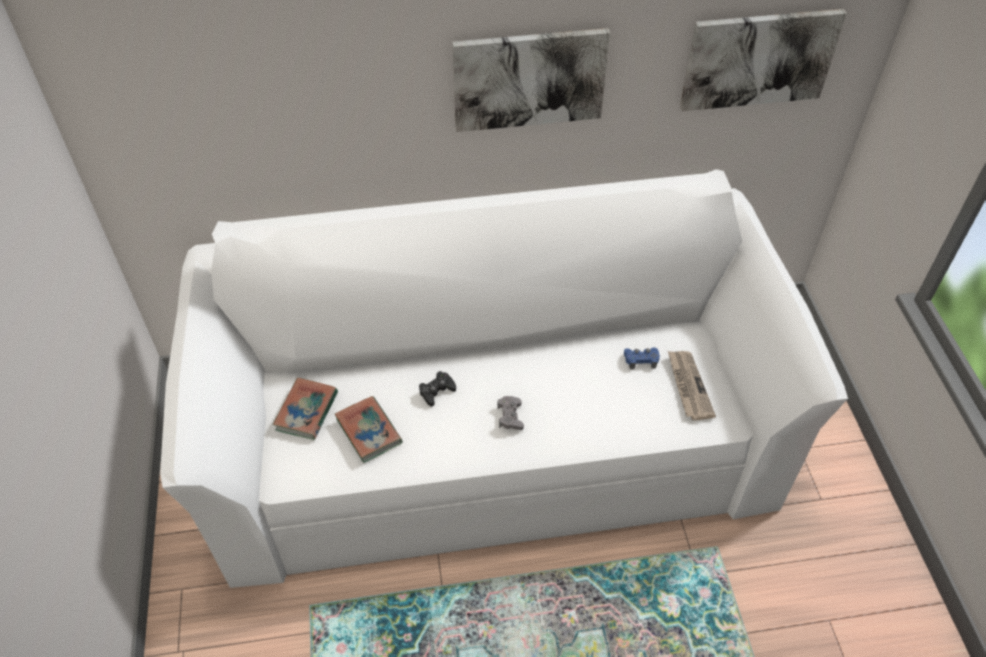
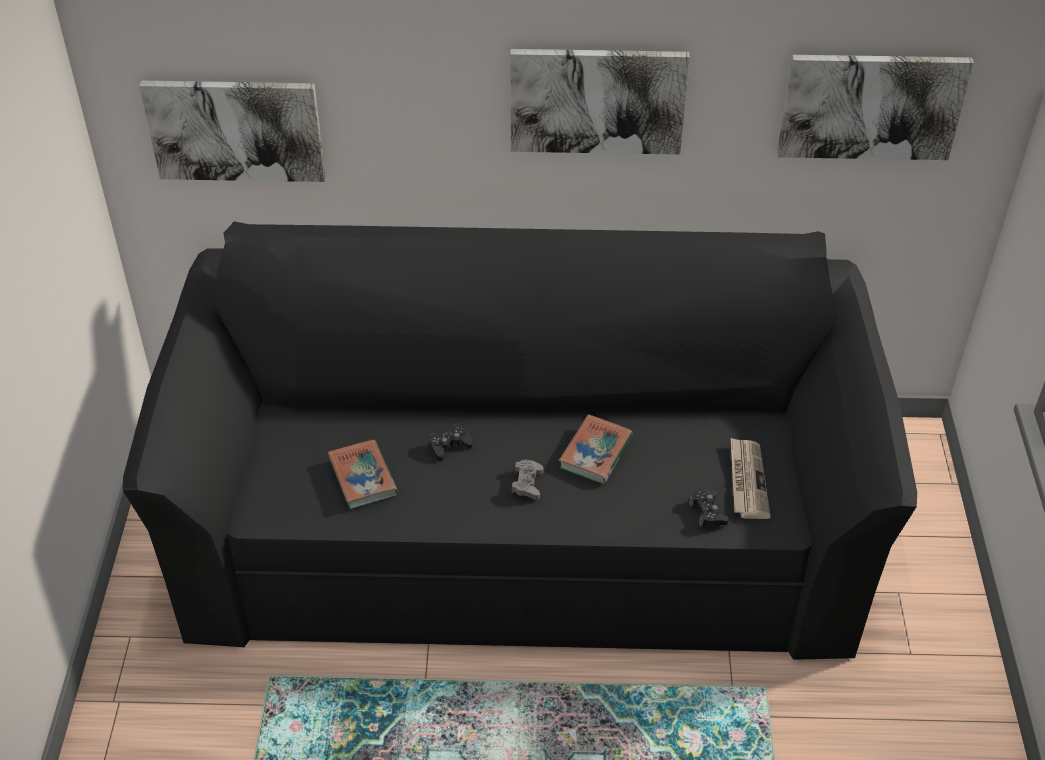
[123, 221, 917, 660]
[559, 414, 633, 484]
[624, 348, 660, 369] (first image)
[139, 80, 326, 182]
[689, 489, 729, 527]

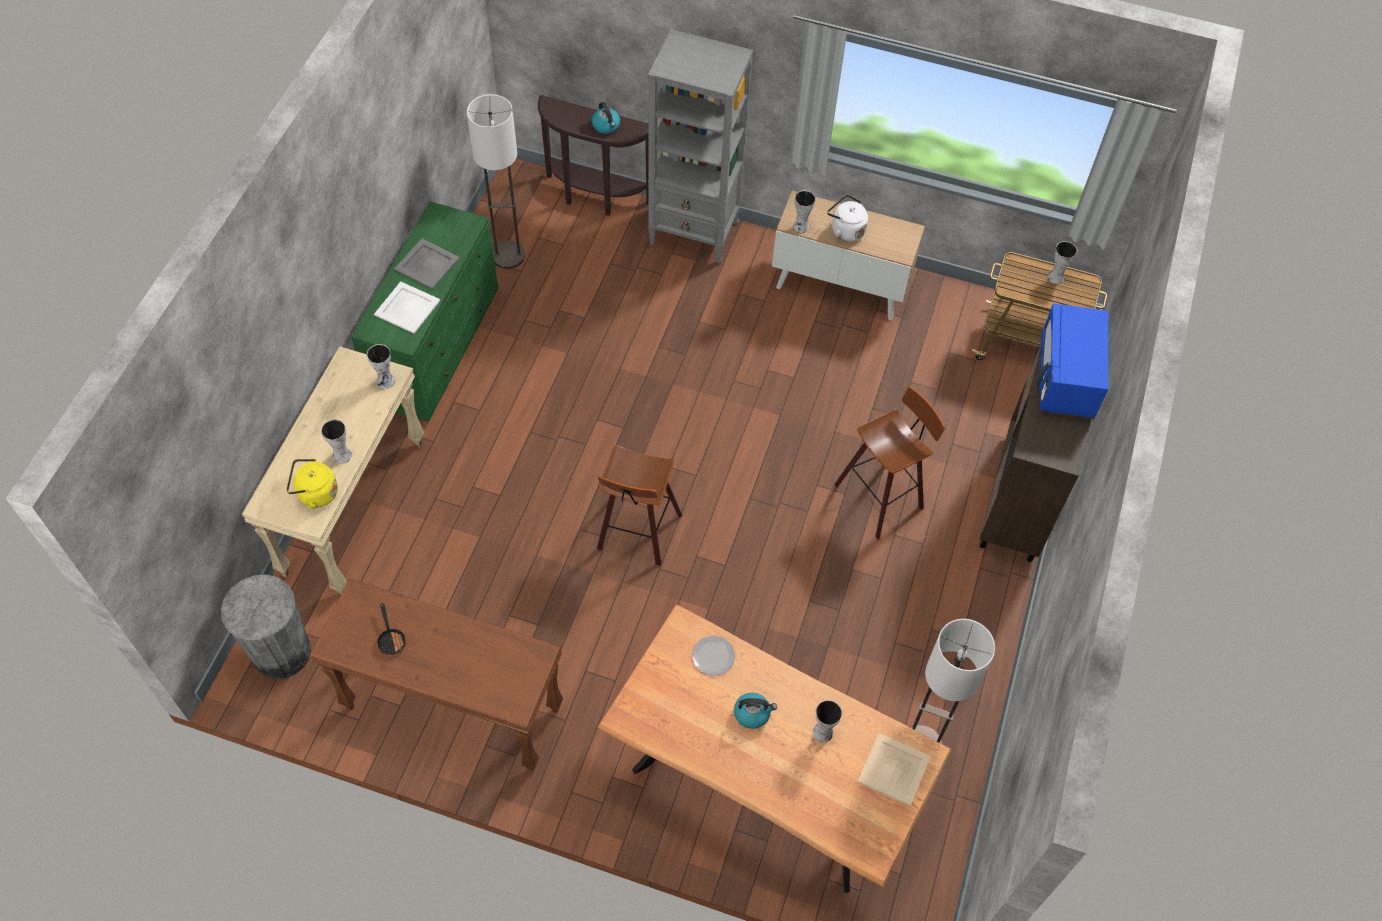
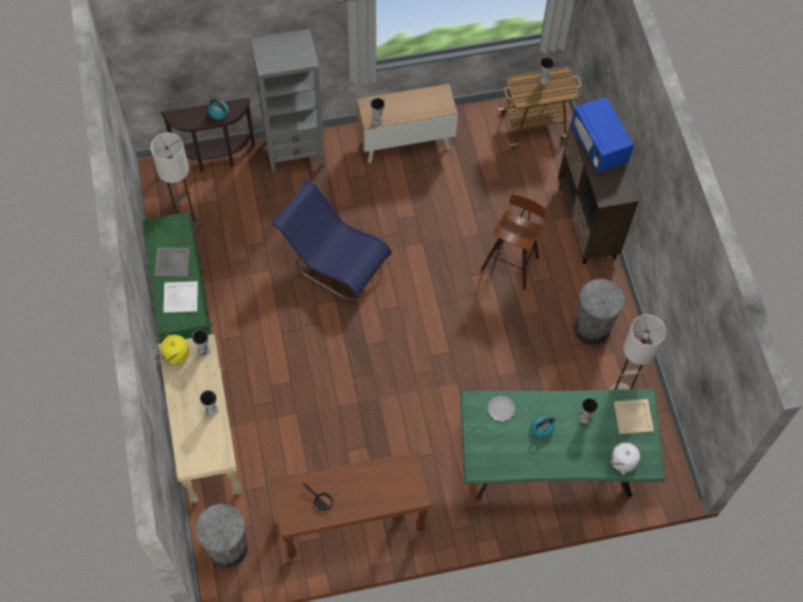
[155, 334, 189, 364]
[597, 445, 682, 566] (first image)
[460, 389, 665, 500]
[610, 439, 640, 475]
[271, 180, 392, 300]
[574, 279, 625, 345]

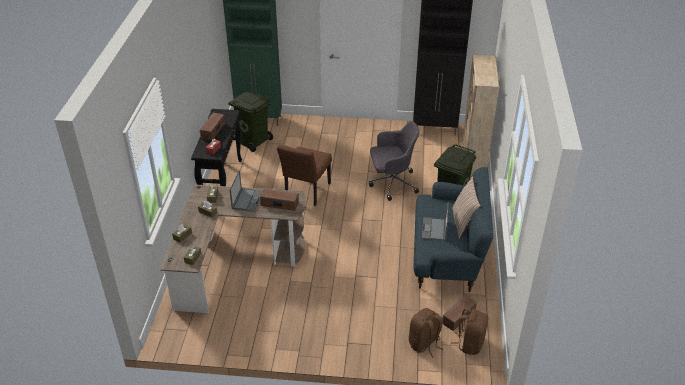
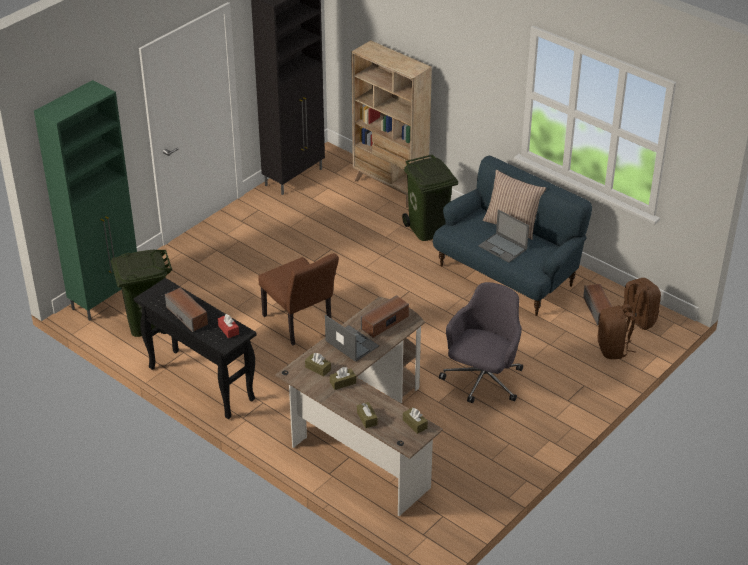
[439, 282, 523, 403]

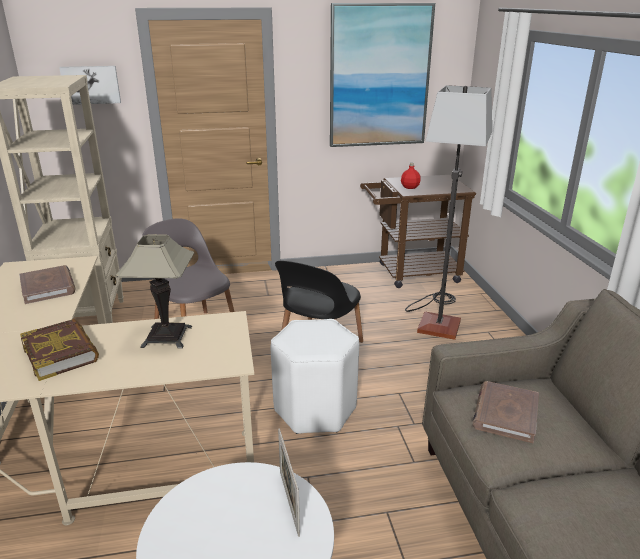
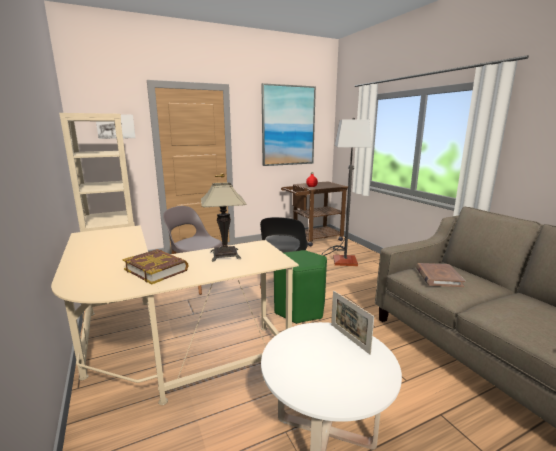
[19, 265, 75, 304] (first image)
[274, 250, 327, 324]

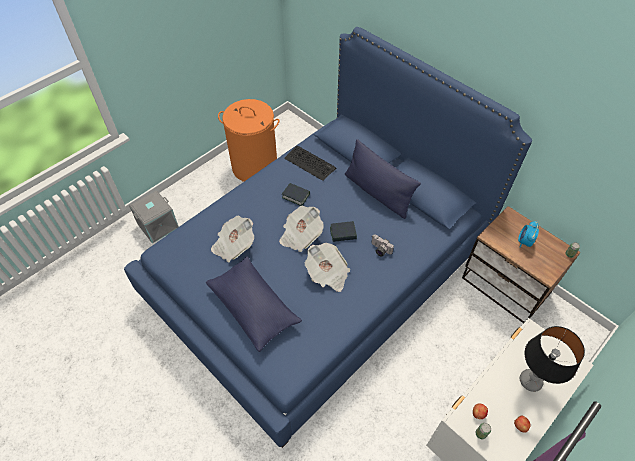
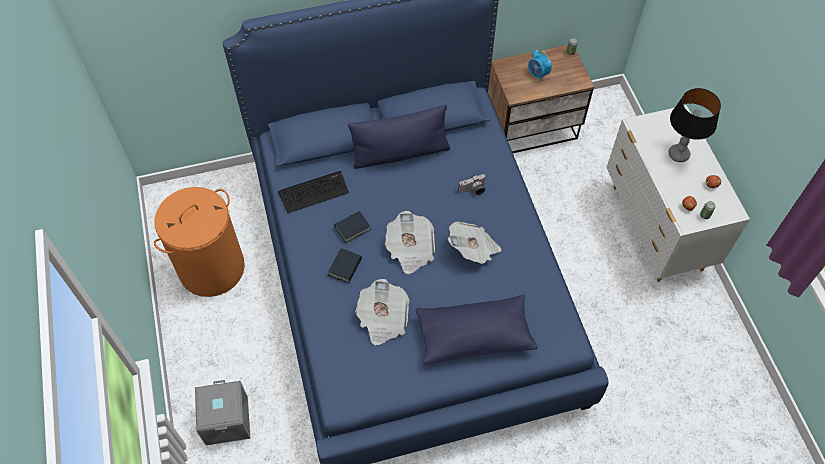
[328, 248, 362, 283]

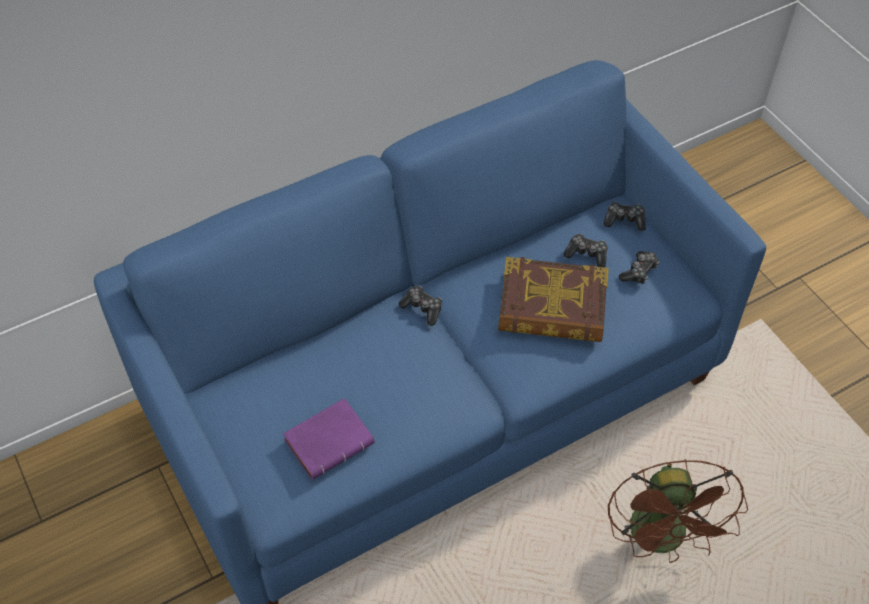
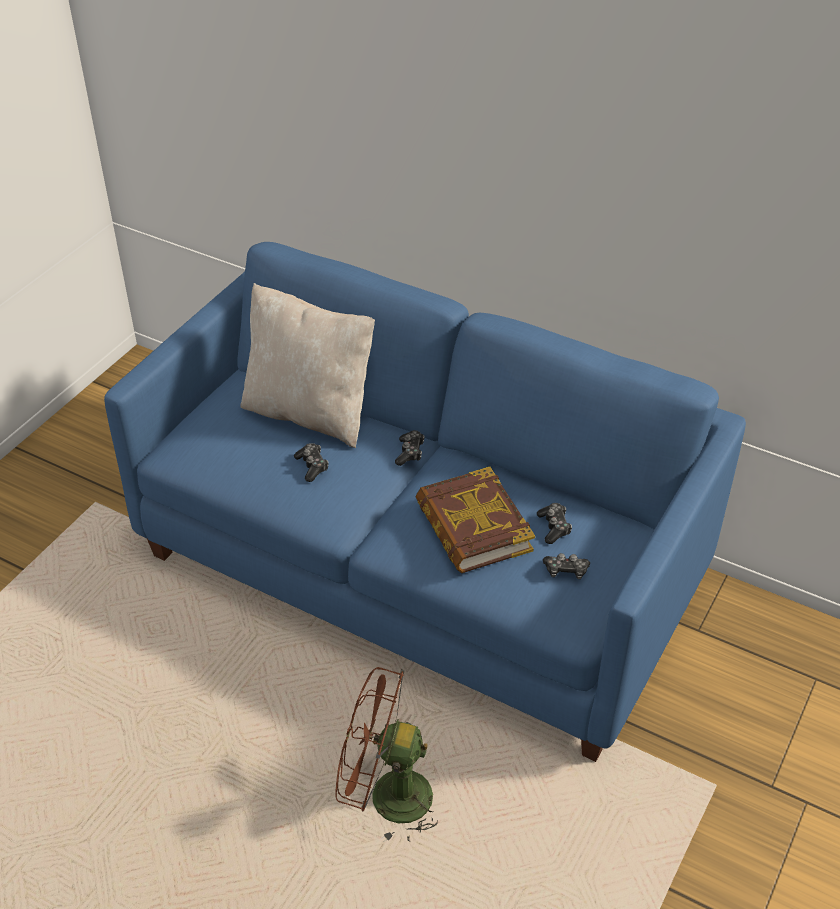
[283, 398, 374, 480] (first image)
[294, 443, 329, 482]
[336, 667, 438, 842]
[240, 283, 375, 448]

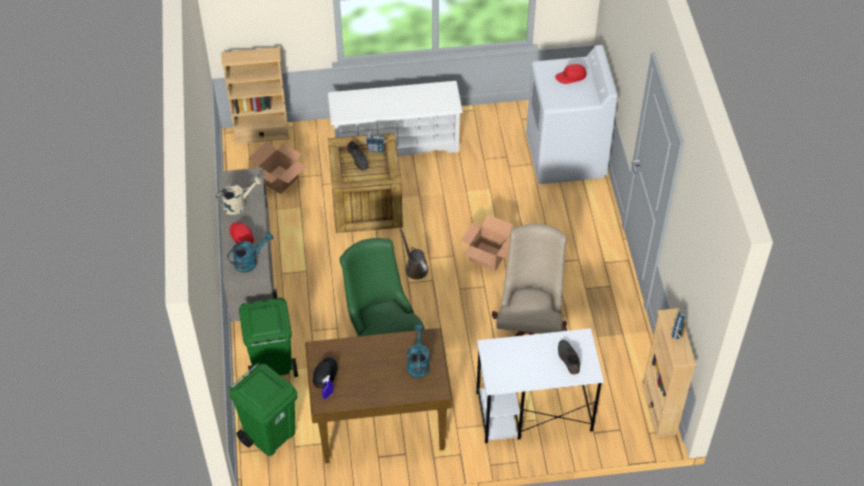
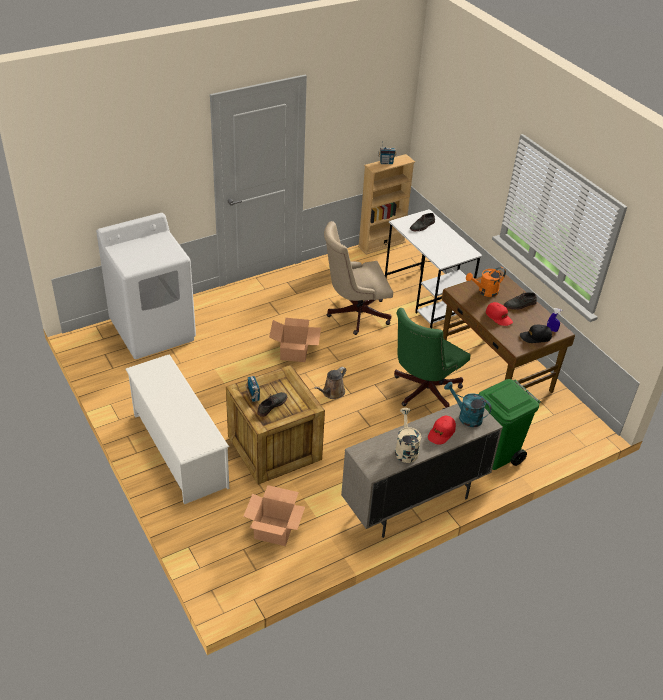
[395, 408, 421, 463]
[221, 47, 290, 144] (first image)
[228, 363, 297, 456] (first image)
[466, 267, 506, 297]
[486, 302, 513, 326]
[504, 292, 537, 310]

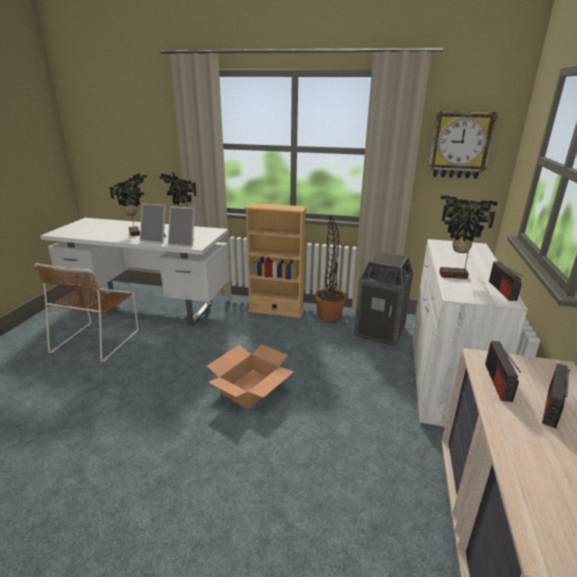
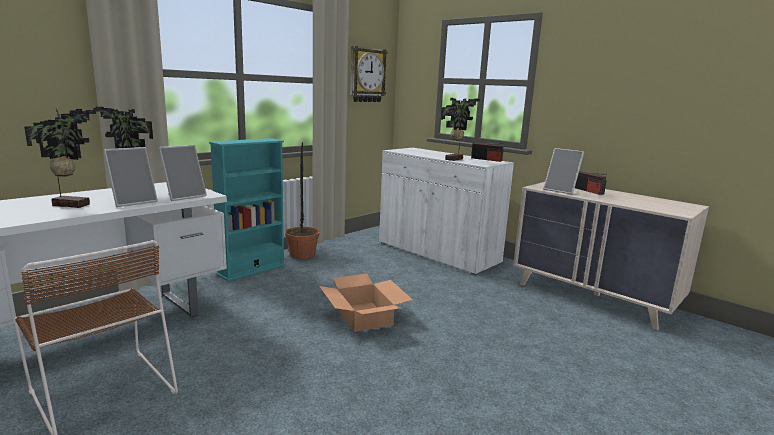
[209, 138, 286, 281]
[354, 251, 413, 346] (first image)
[543, 148, 584, 195]

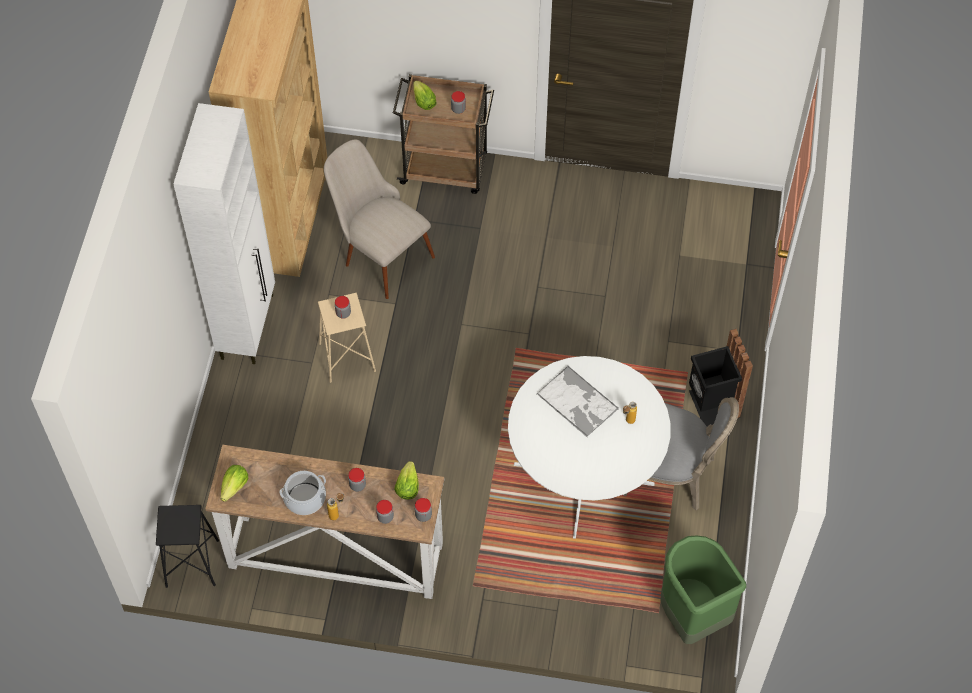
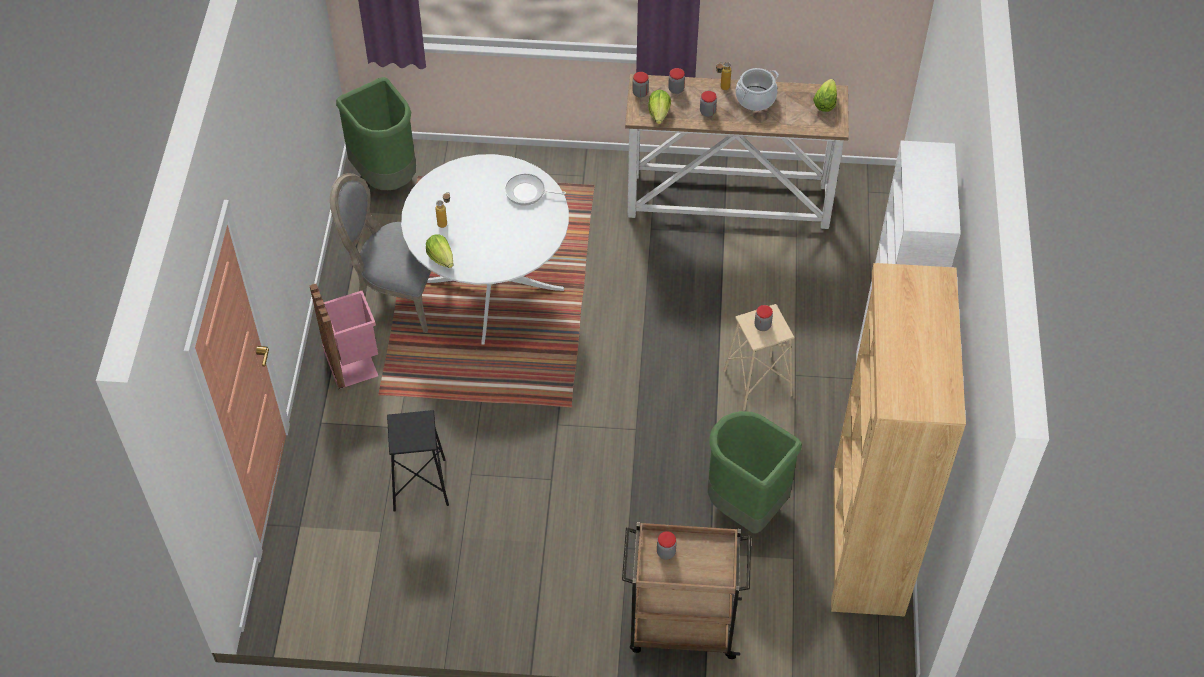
[387, 410, 449, 511]
[708, 411, 802, 534]
[426, 234, 453, 268]
[537, 366, 619, 437] (first image)
[309, 284, 378, 389]
[505, 173, 566, 206]

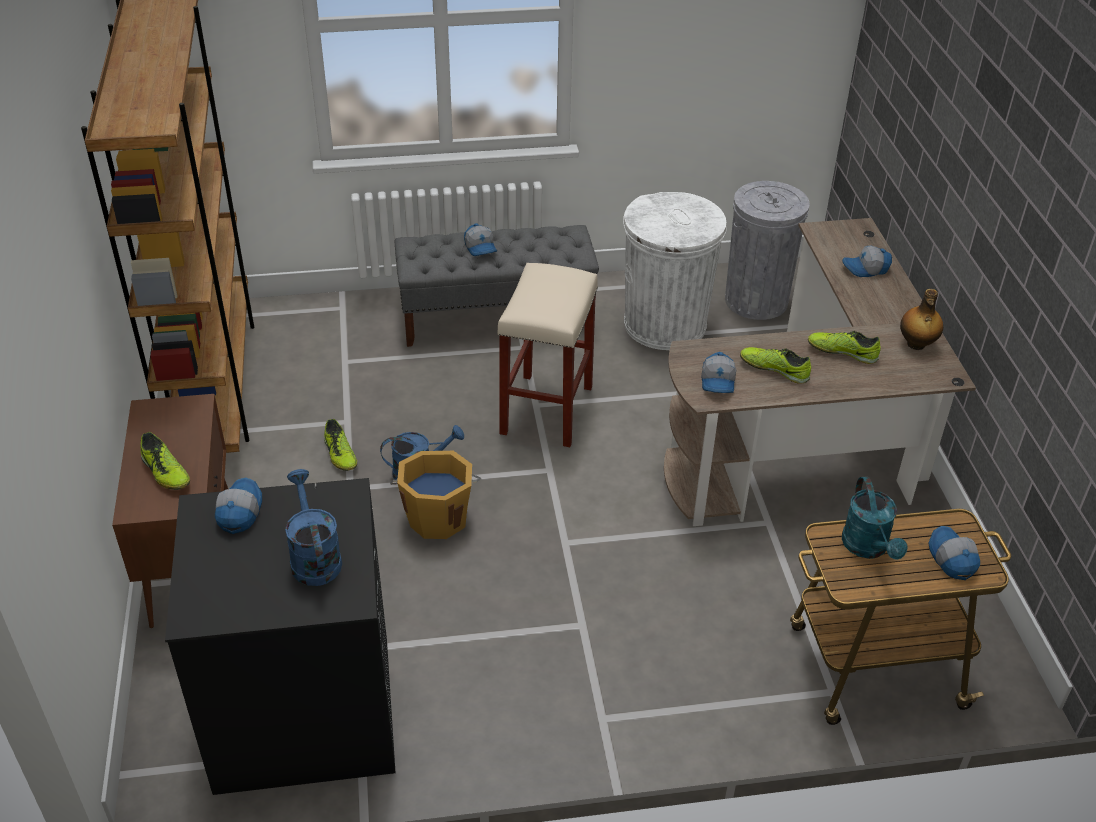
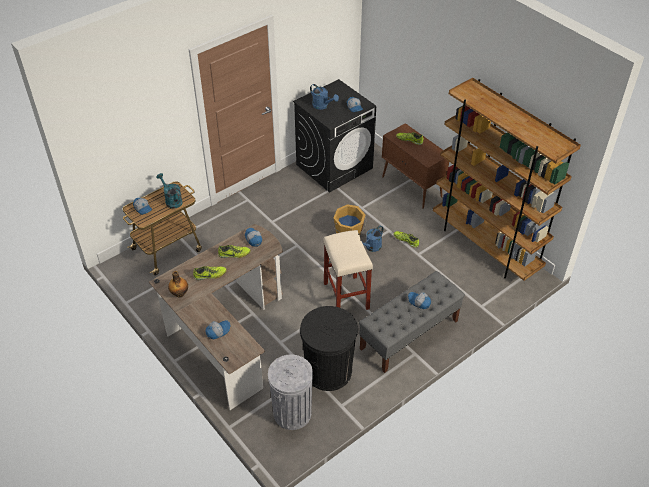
[300, 306, 358, 391]

